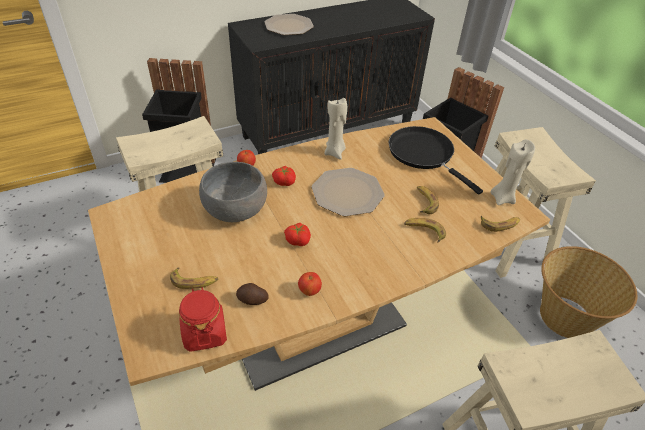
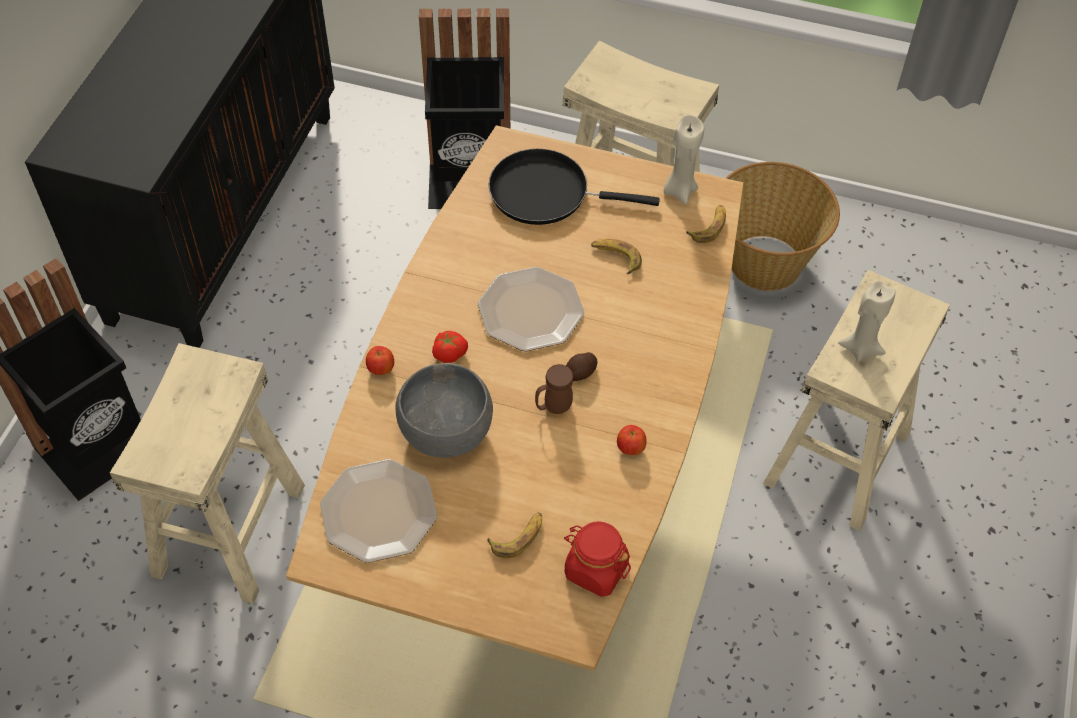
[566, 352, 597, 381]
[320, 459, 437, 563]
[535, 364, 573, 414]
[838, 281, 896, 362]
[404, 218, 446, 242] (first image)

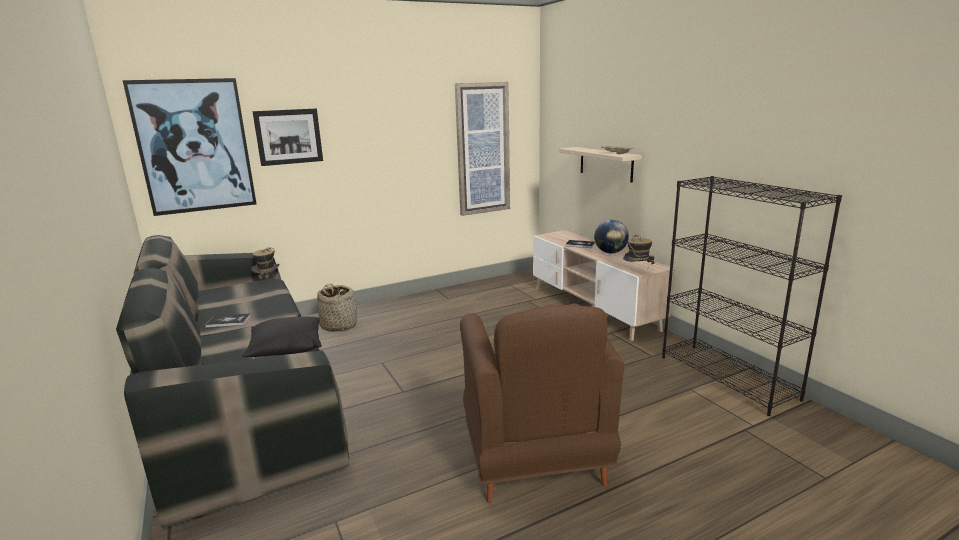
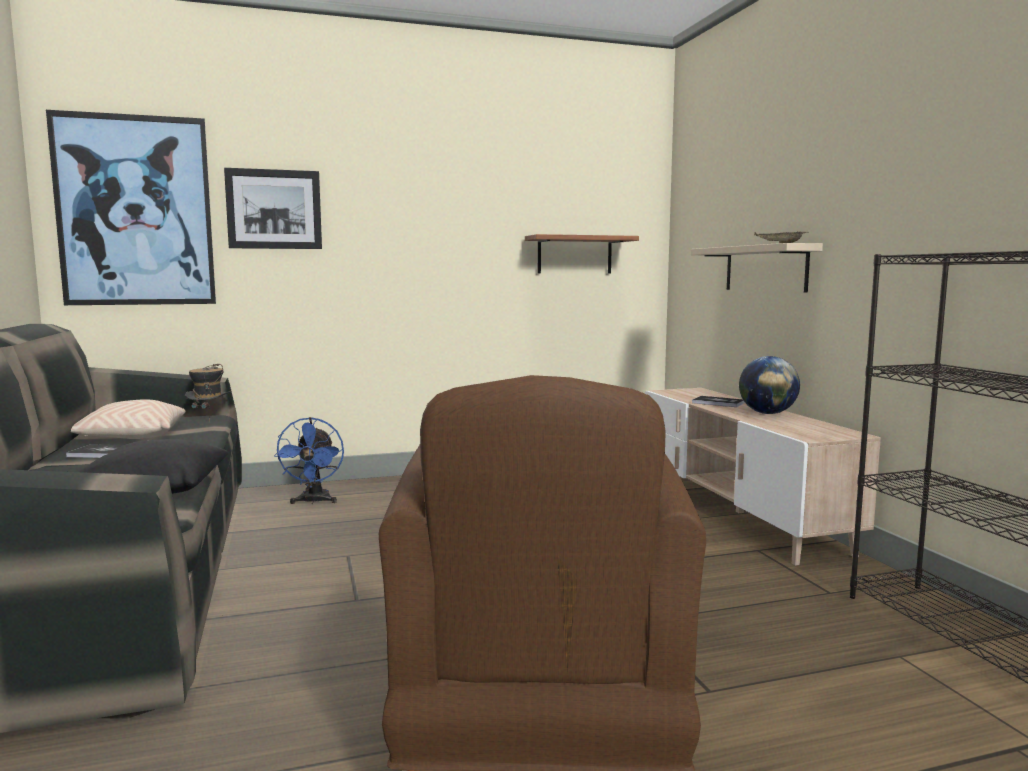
[274, 417, 344, 504]
[525, 234, 639, 274]
[623, 235, 655, 265] (first image)
[71, 399, 186, 439]

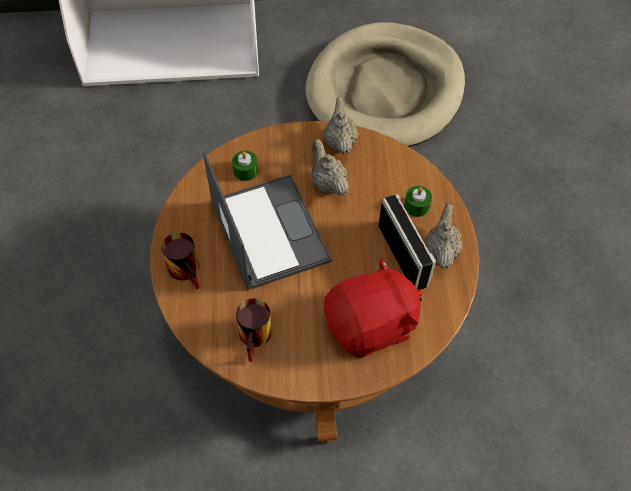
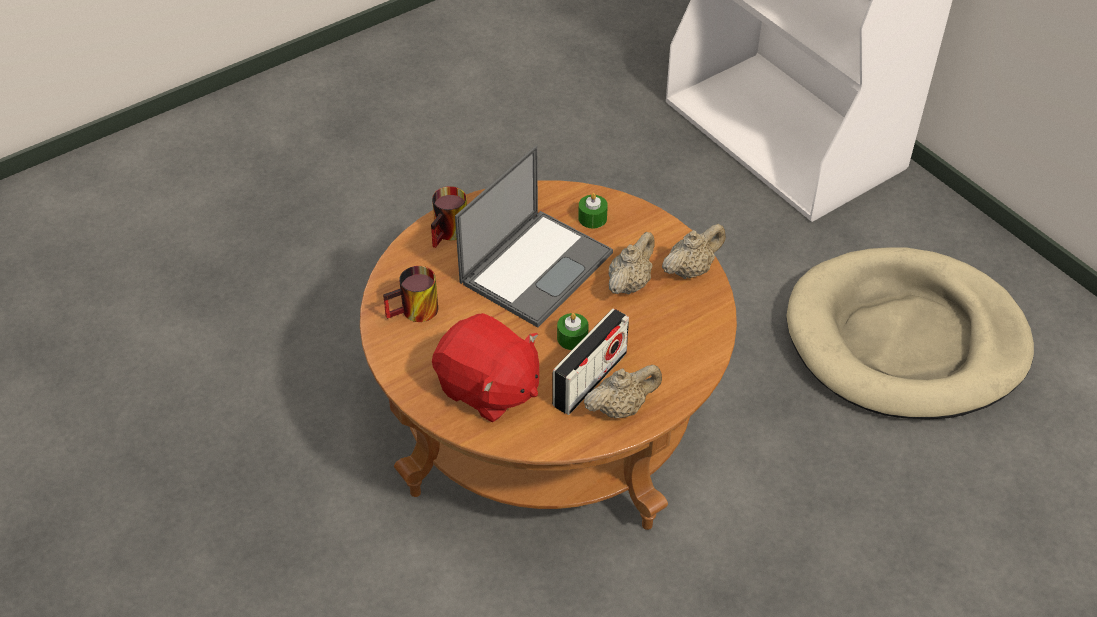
[557, 313, 589, 350]

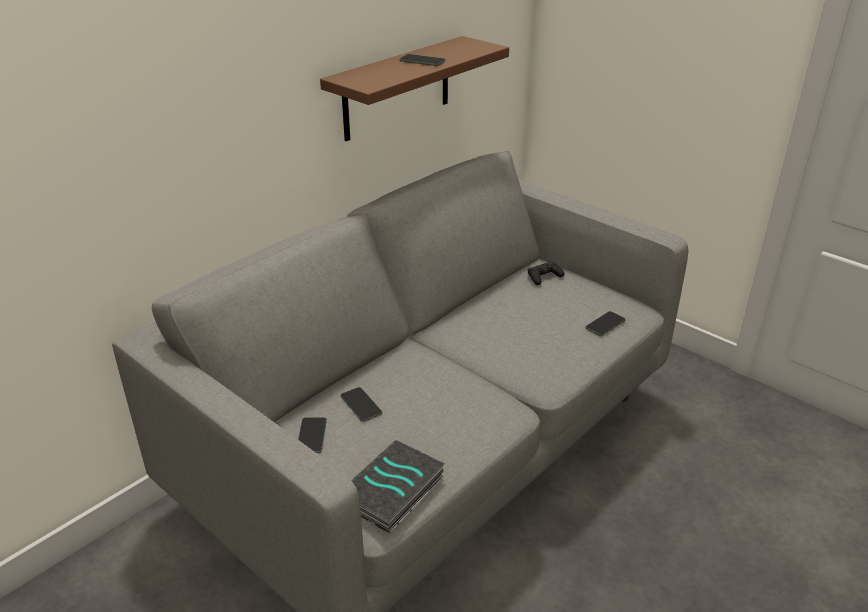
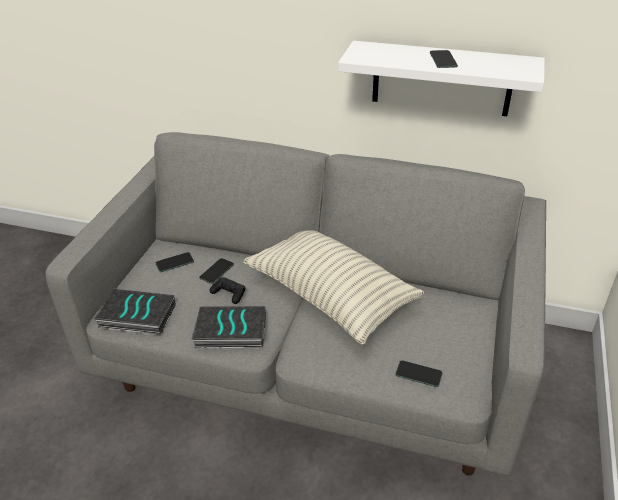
[338, 41, 545, 116]
[209, 277, 246, 304]
[192, 306, 266, 348]
[243, 230, 425, 345]

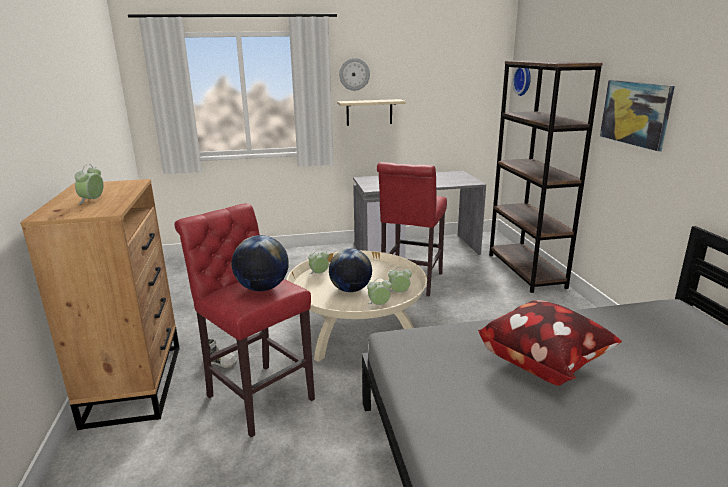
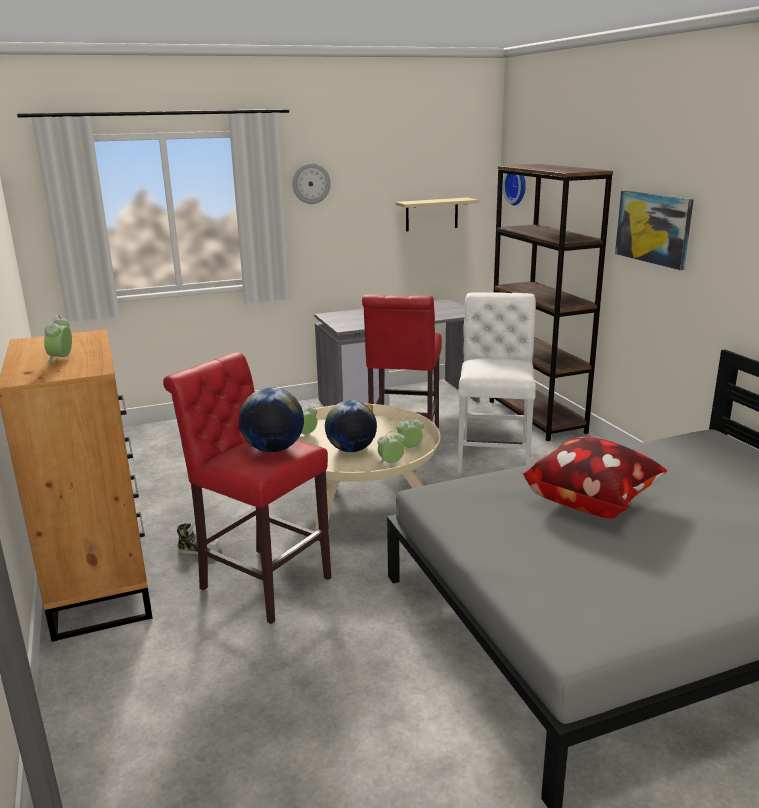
[396, 198, 479, 232]
[458, 292, 536, 473]

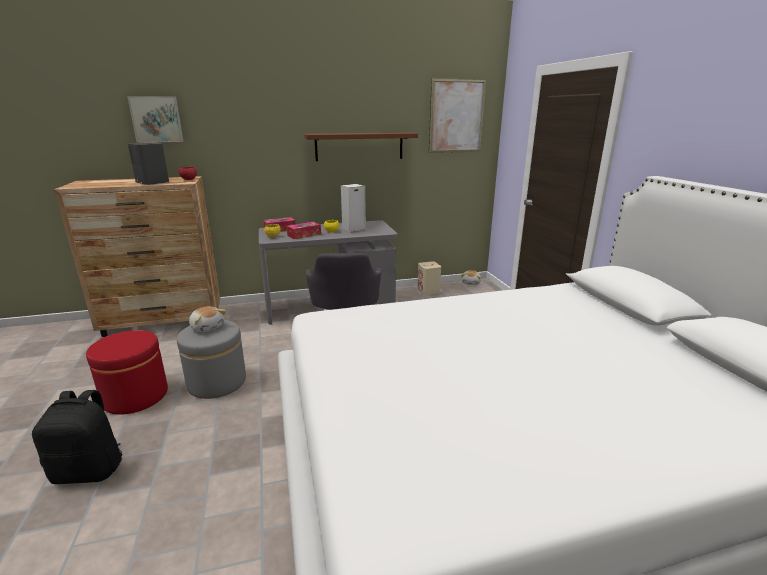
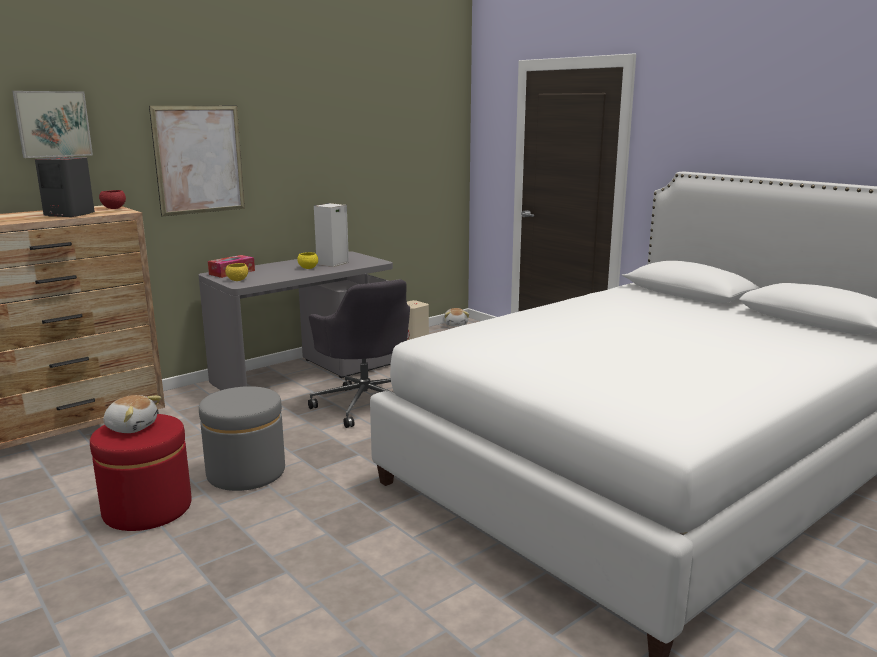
[32, 390, 122, 484] (first image)
[103, 395, 161, 433]
[287, 222, 321, 239] (first image)
[304, 132, 418, 161] (first image)
[149, 106, 245, 216]

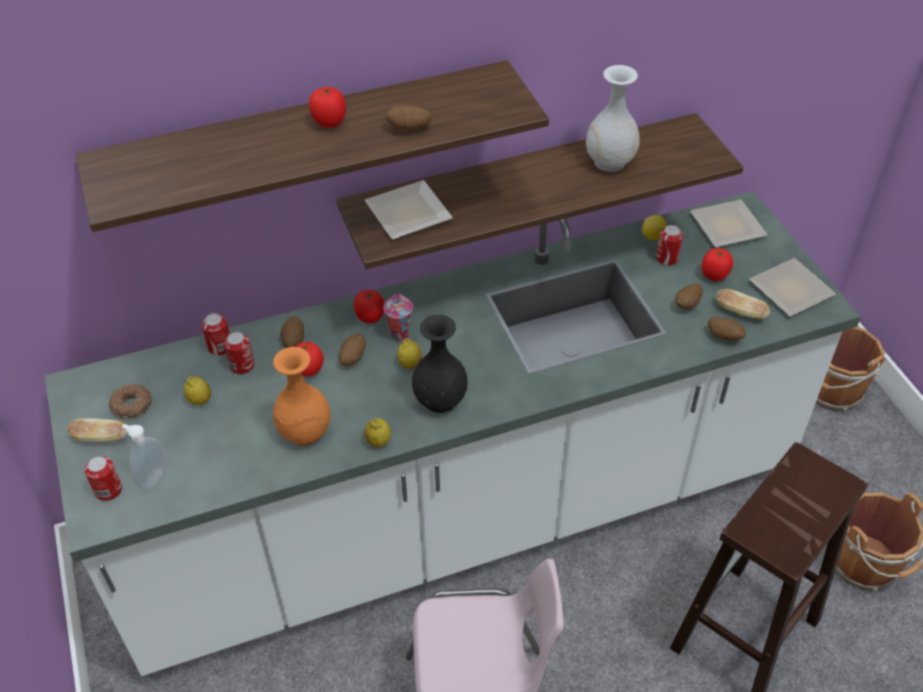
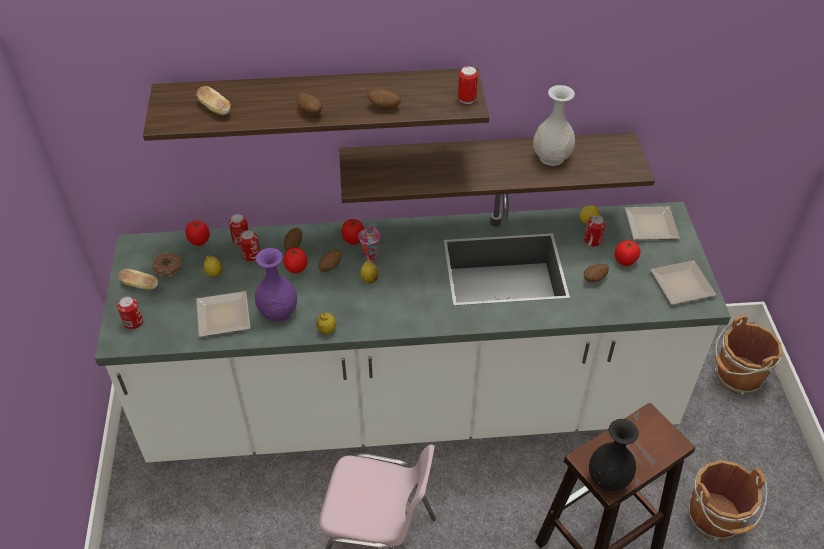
[122, 424, 166, 490] (first image)
[255, 248, 297, 322]
[185, 220, 210, 246]
[196, 291, 250, 337]
[589, 419, 639, 491]
[297, 93, 322, 114]
[196, 86, 231, 115]
[458, 66, 478, 104]

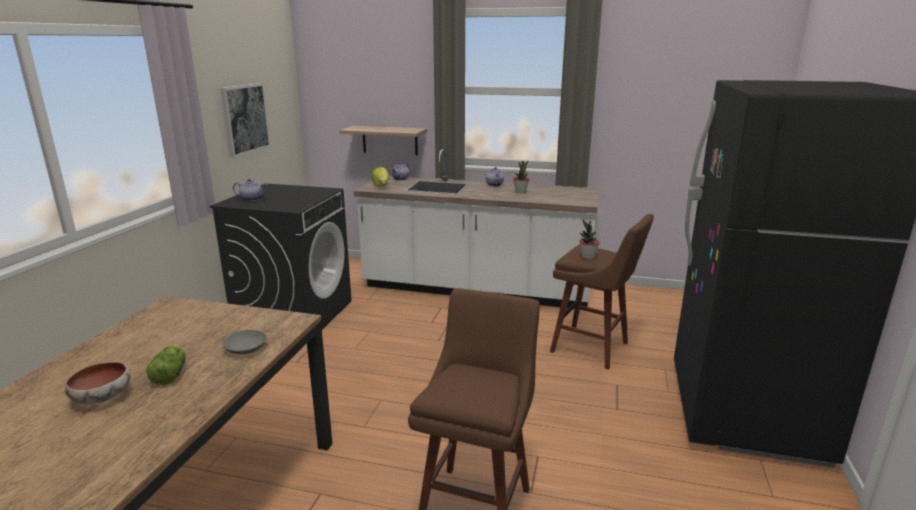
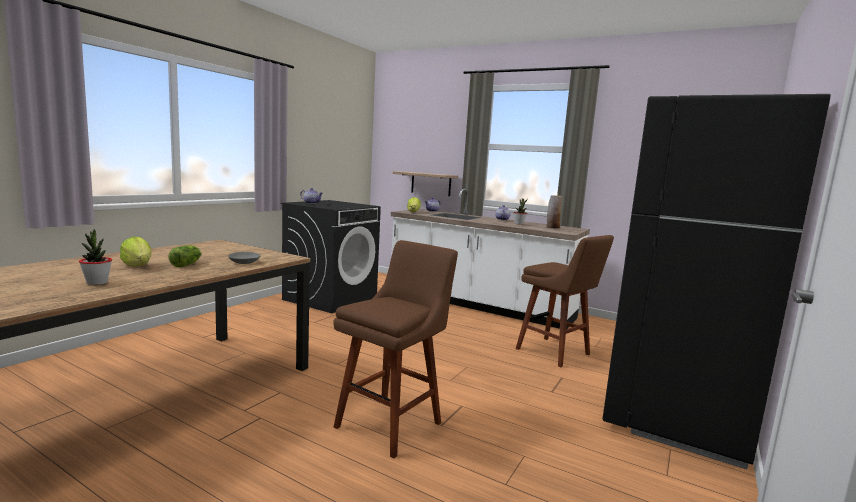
[120, 237, 152, 267]
[220, 83, 271, 157] (first image)
[79, 229, 112, 285]
[547, 195, 563, 229]

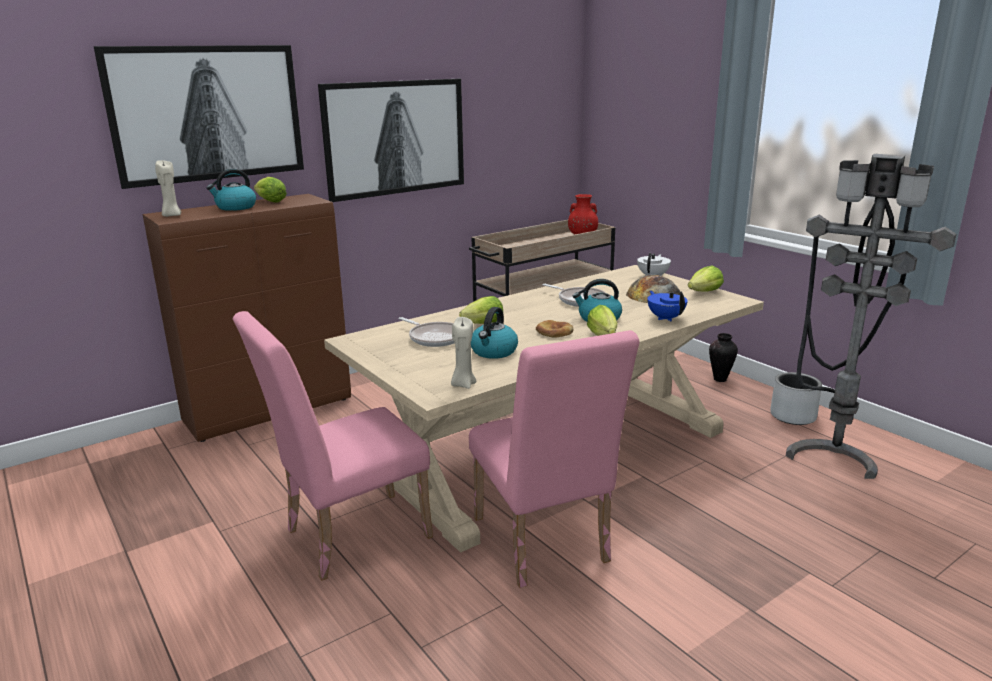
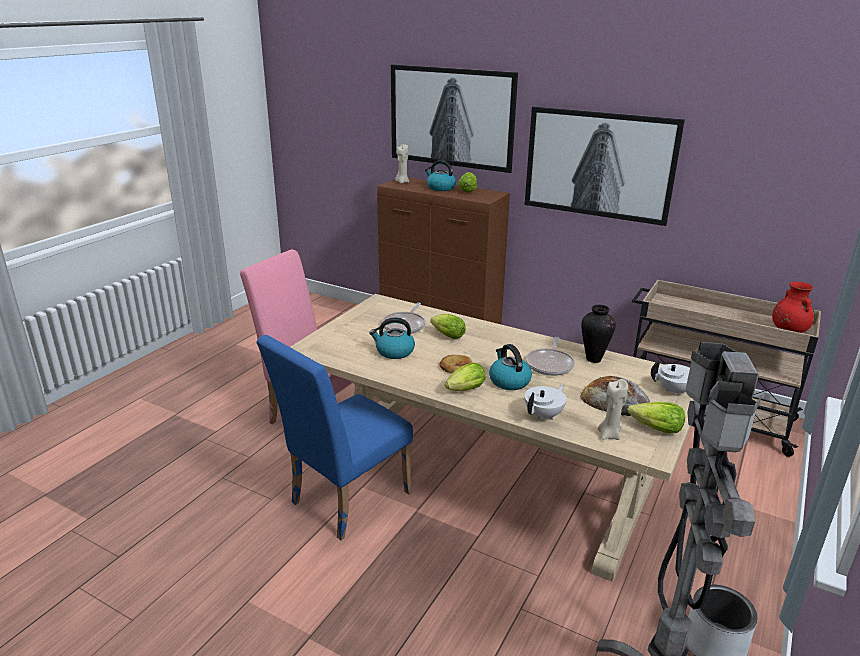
[598, 379, 628, 440]
[257, 335, 413, 540]
[524, 385, 567, 420]
[581, 305, 616, 363]

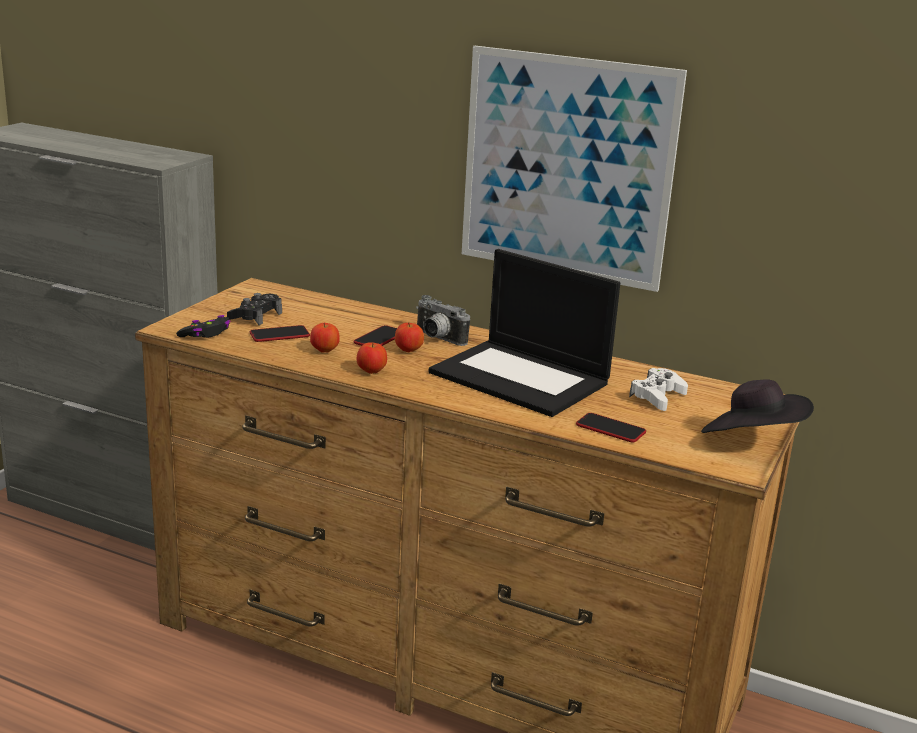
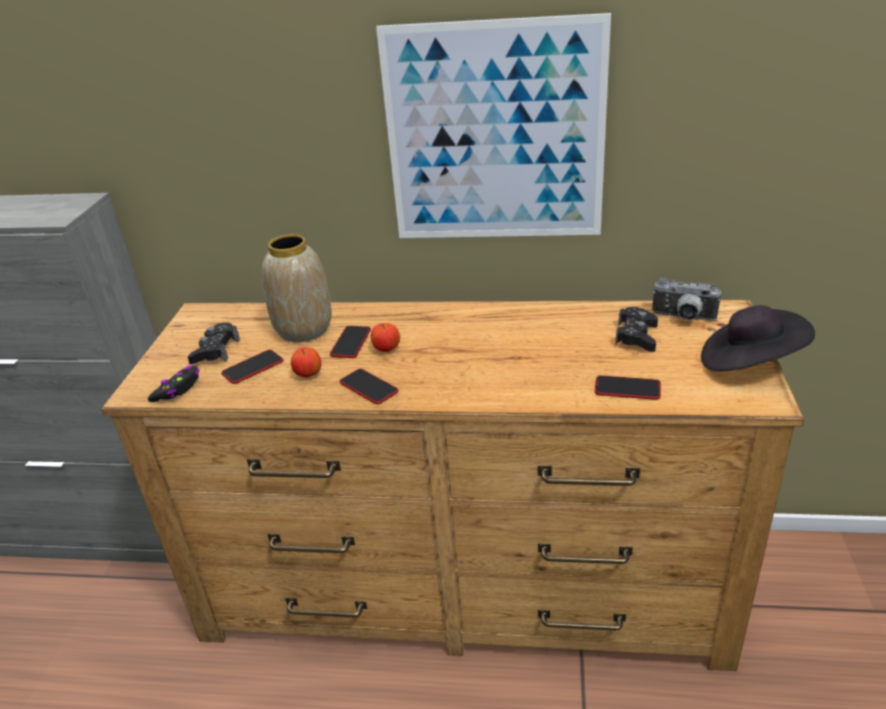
[340, 369, 399, 404]
[652, 277, 721, 321]
[429, 249, 620, 417] (first image)
[615, 307, 658, 352]
[262, 234, 332, 342]

